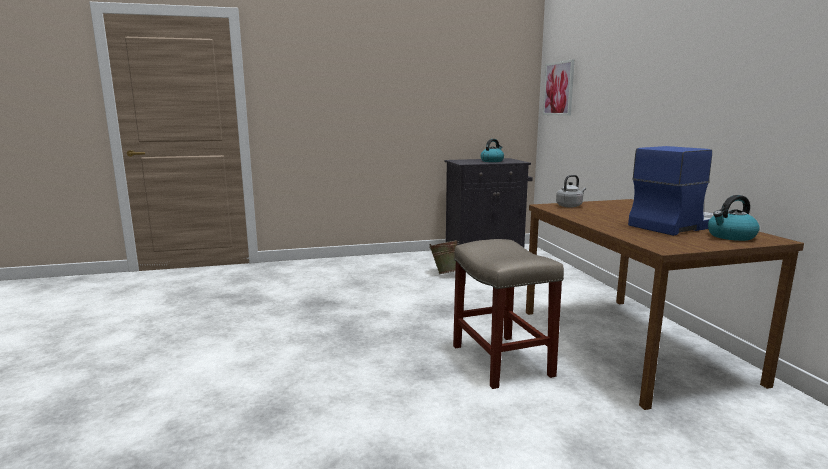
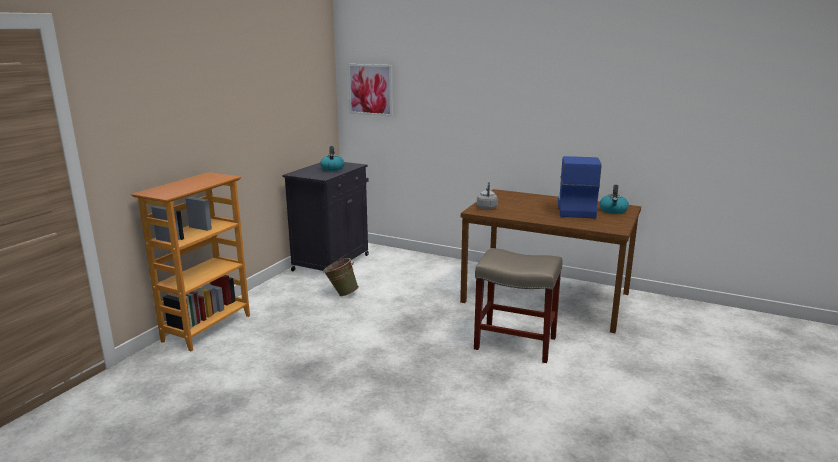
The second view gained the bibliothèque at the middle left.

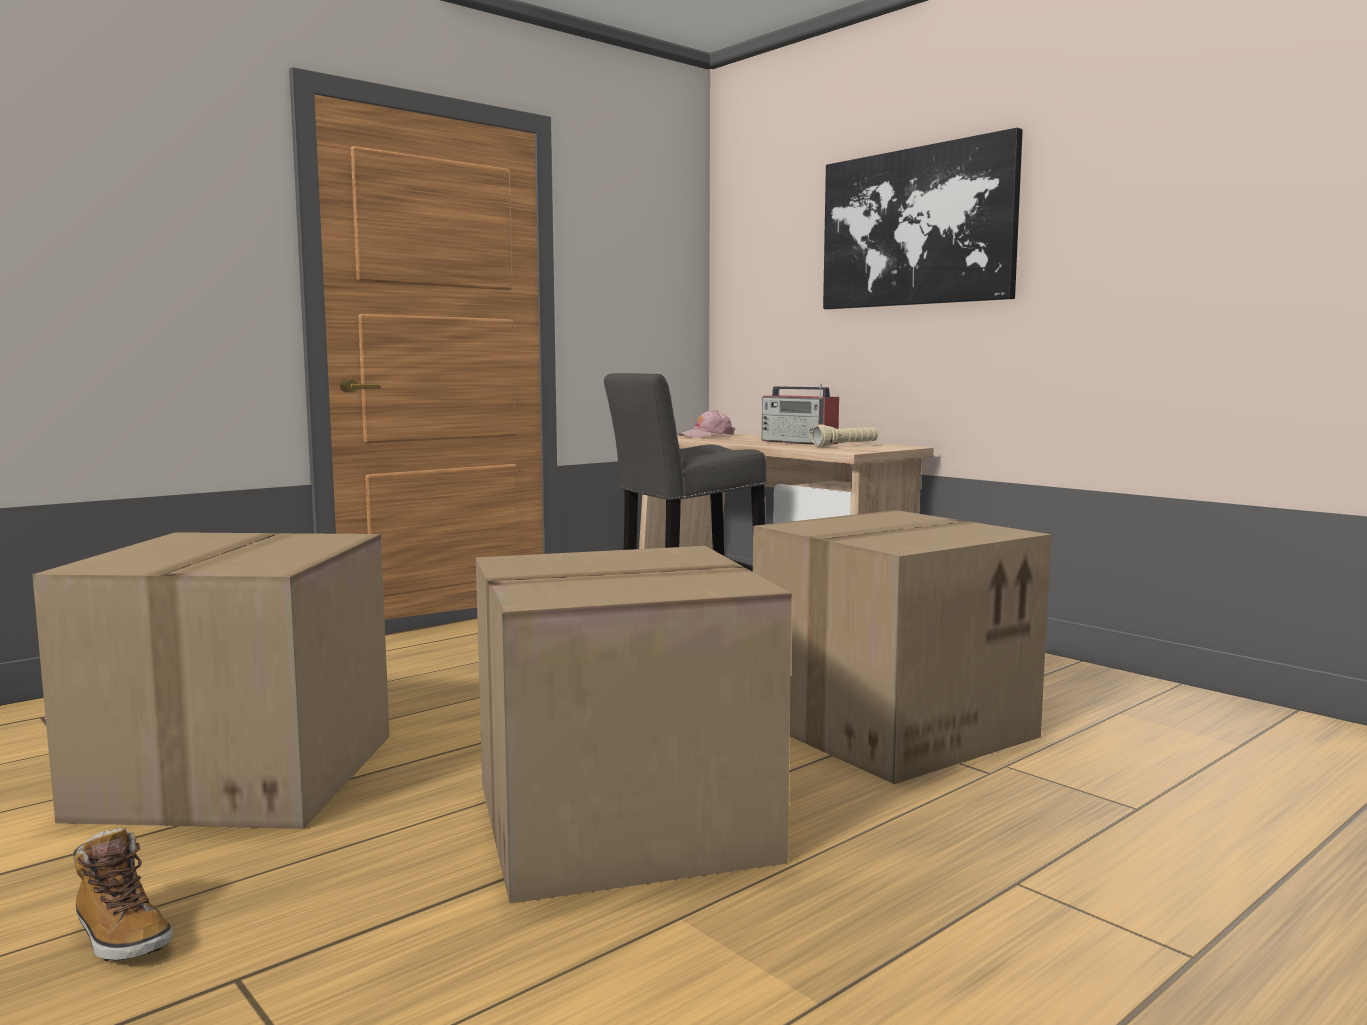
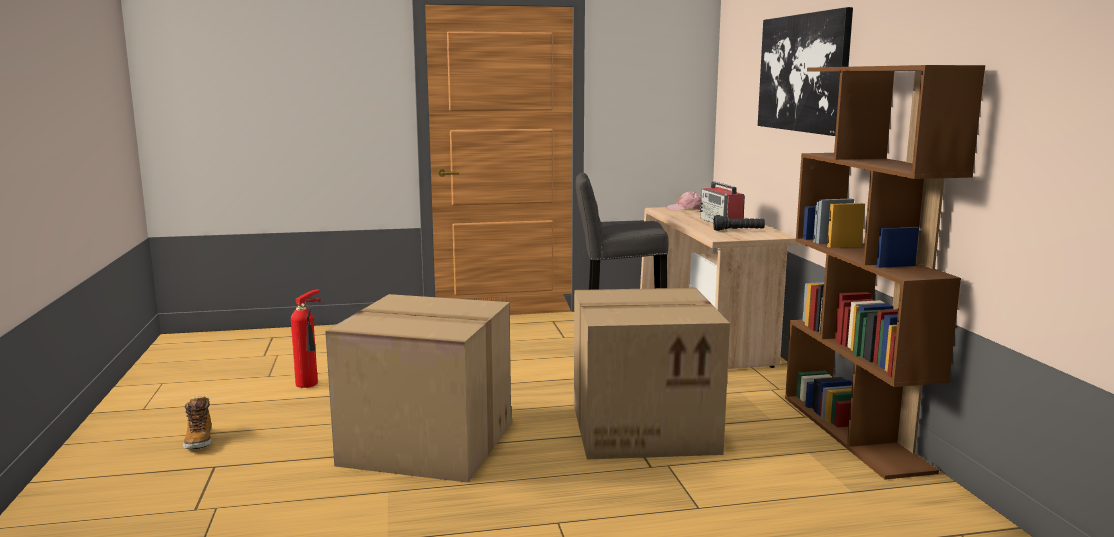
Where the carton (1st from left) stood at the middle left, the extincteur came to stand at the middle left.
What was the lampe de poche (beige) at the centre turned into the lampe de poche (noir) at the centre.
The second view gained the bibliothèque (marron) at the middle right.

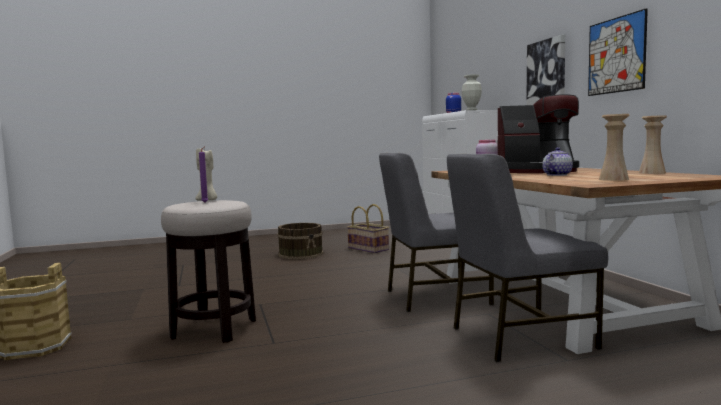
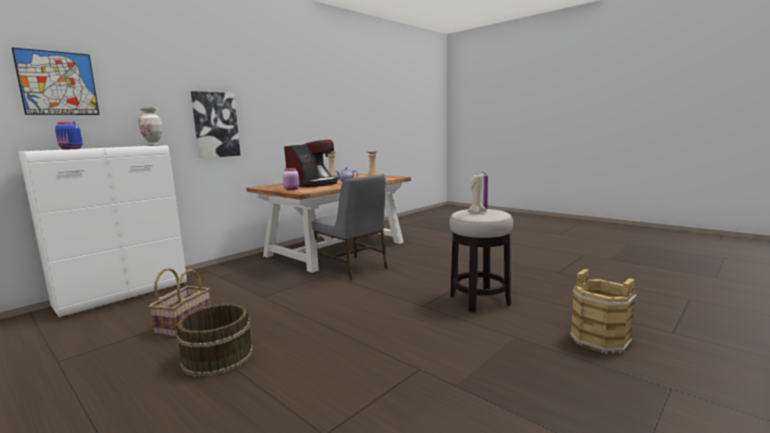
The second view lost the chaise (gris) (2nd from left) at the middle right.
The machine à café at the top right ended up facing another way, 60 degrees clockwise from before.
The tableau (2nd from left in the first image) ended up elsewhere, having gone from the top right to the top left.

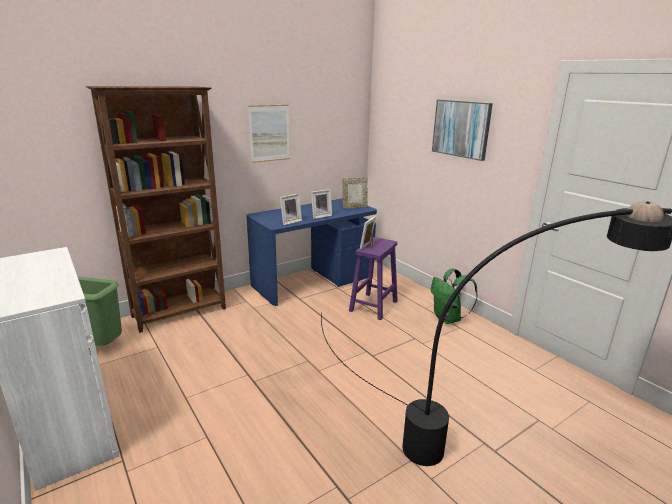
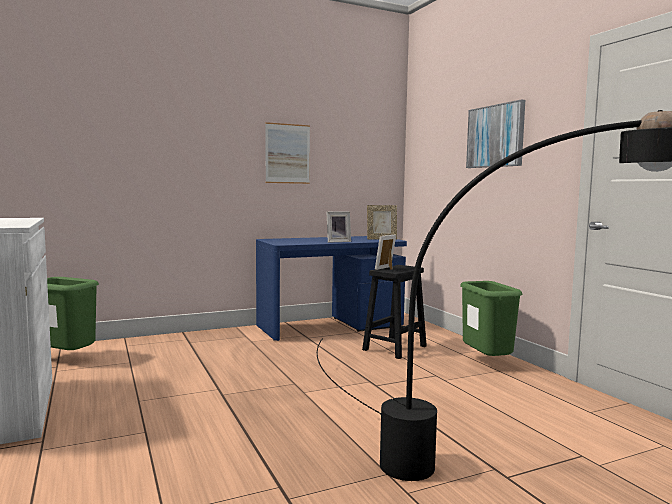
The second view lost the bibliothèque (marron) at the middle left.
The second view lost the cadre photo (1st from left) at the centre.
What was the tabouret (violet) at the centre turned into the tabouret (noir) at the centre.
Where the sac à dos (vert) stood at the middle right, the poubelle (vert) (2nd from left) came to stand at the middle right.

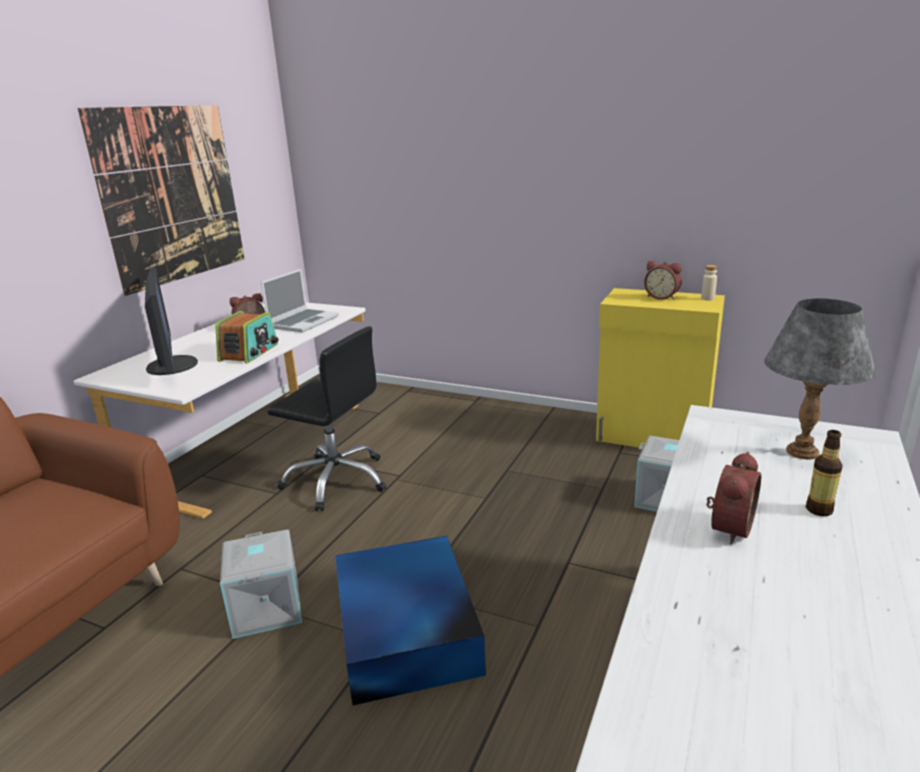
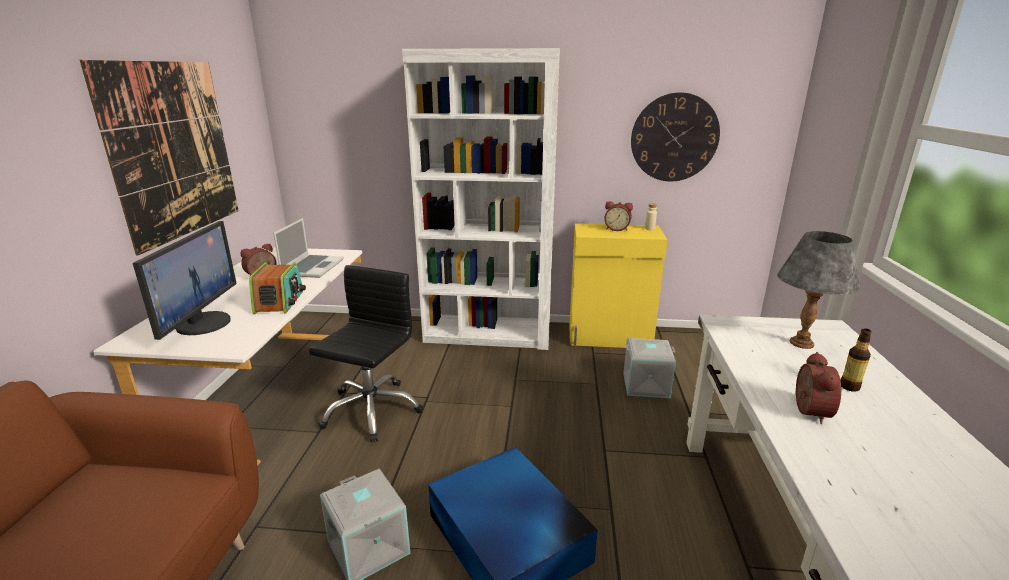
The écran d'ordinateur at the middle left ended up facing another way, 45 degrees clockwise from before.
The chaise de bureau (noir) at the centre ended up facing another way, 75 degrees counterclockwise from before.
The second view gained the bibliothèque (blanc) at the centre.
The second view gained the horloge murale at the top right.

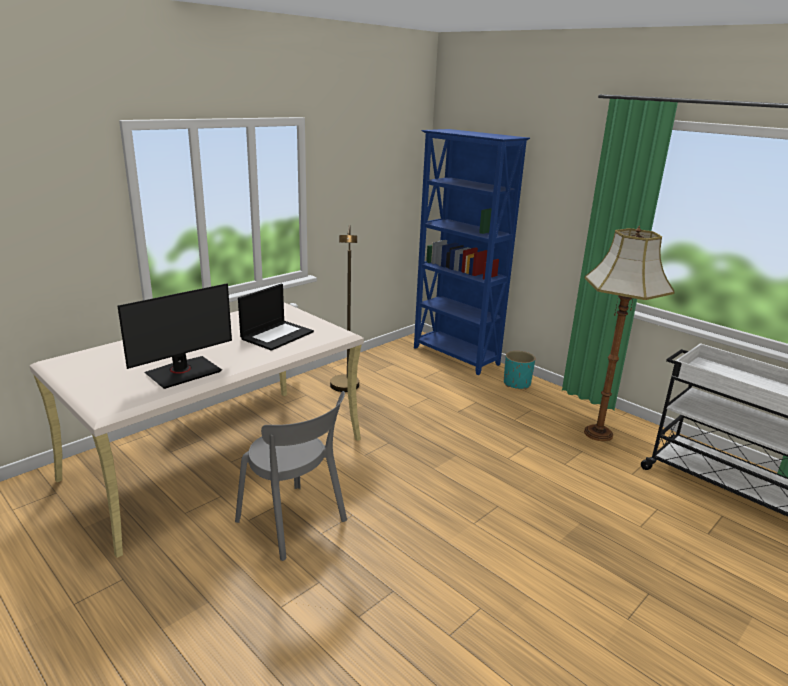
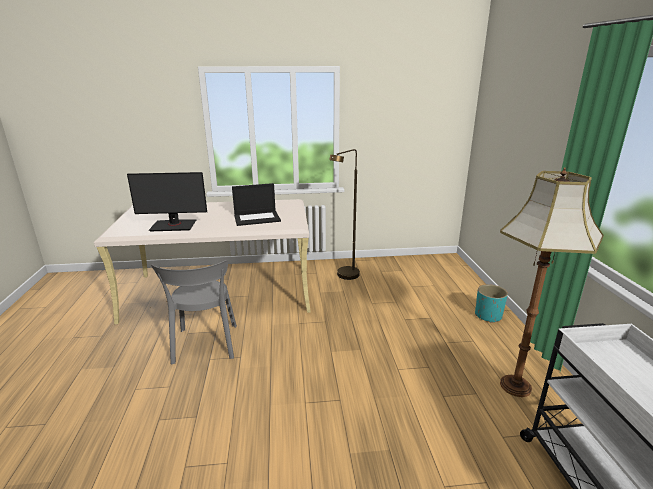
The second view lost the bibliothèque (bleu) at the centre.

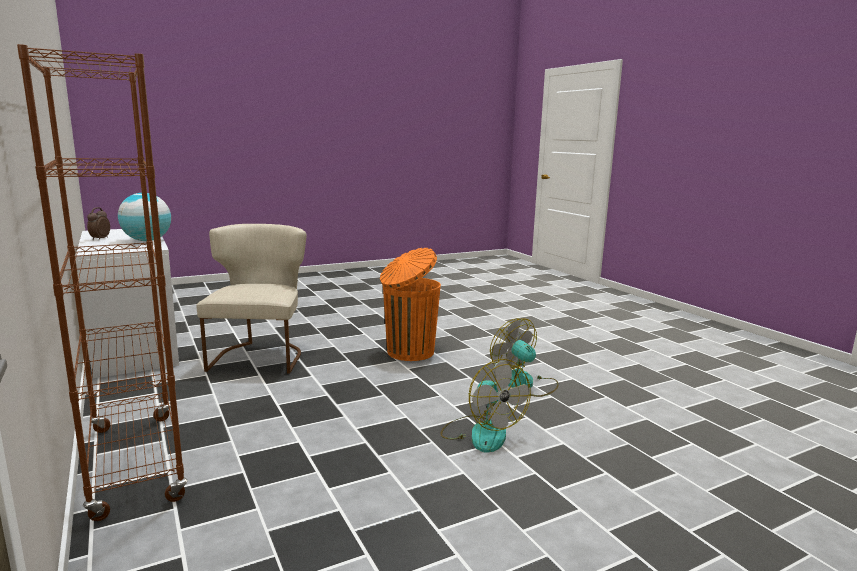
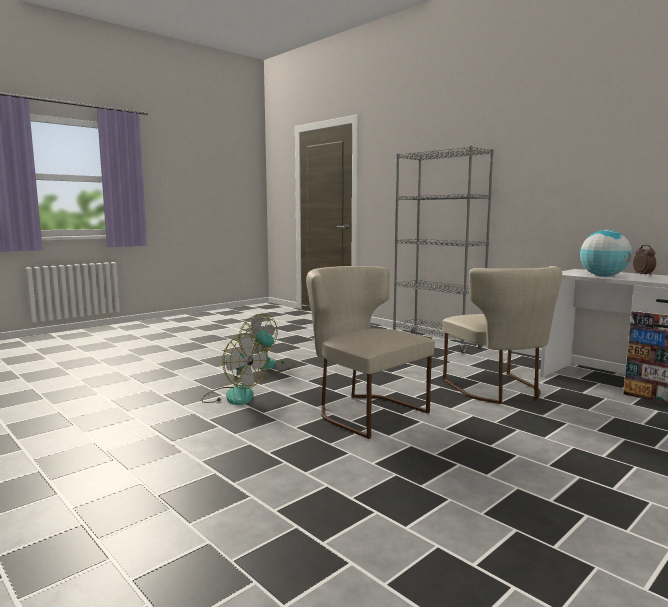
What was the bibliothèque (marron) at the middle left turned into the bibliothèque (gris) at the centre.
Where the poubelle (orange) stood at the centre, the chaise (beige) (1st from left) came to stand at the centre.

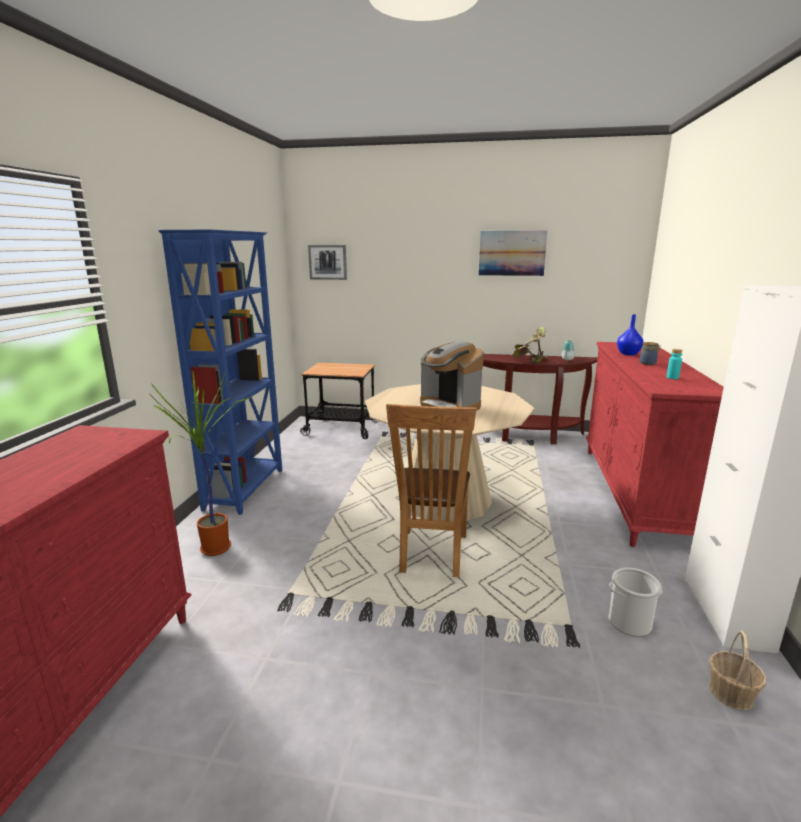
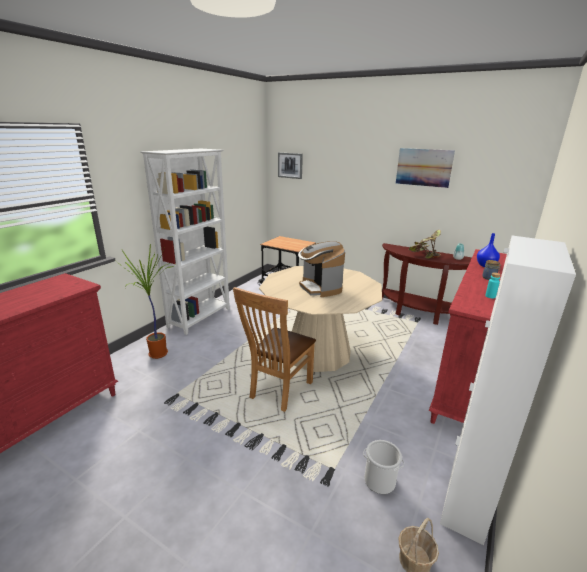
What was the bibliothèque (bleu) at the middle left turned into the bibliothèque (blanc) at the middle left.

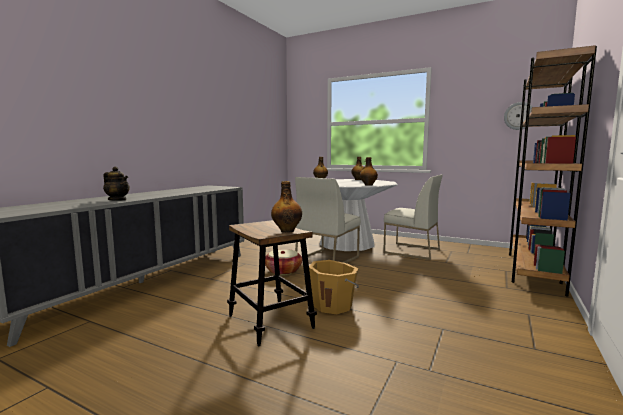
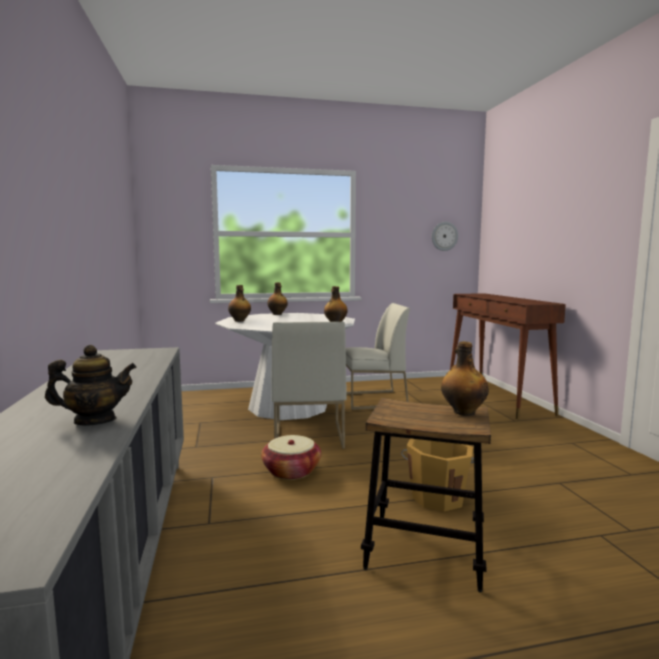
Where the bibliothèque (marron) stood at the middle right, the table console (marron) came to stand at the middle right.

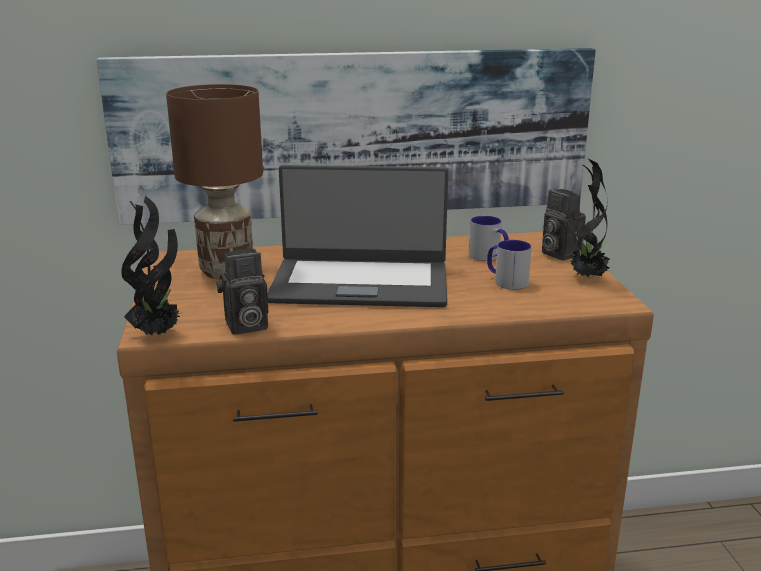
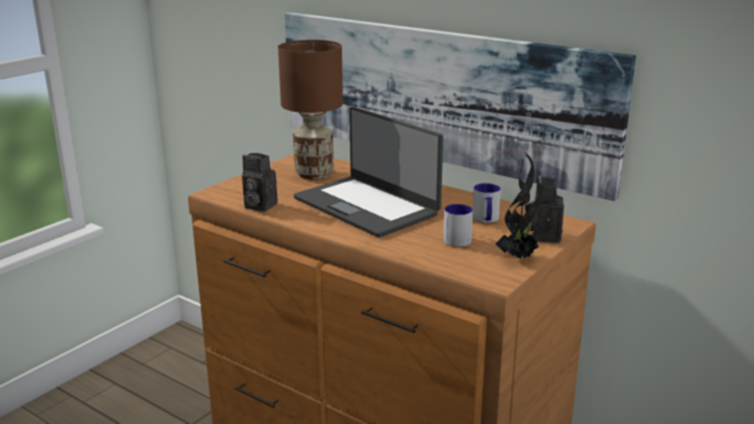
The second view lost the plante en pot (1st from left) at the middle left.

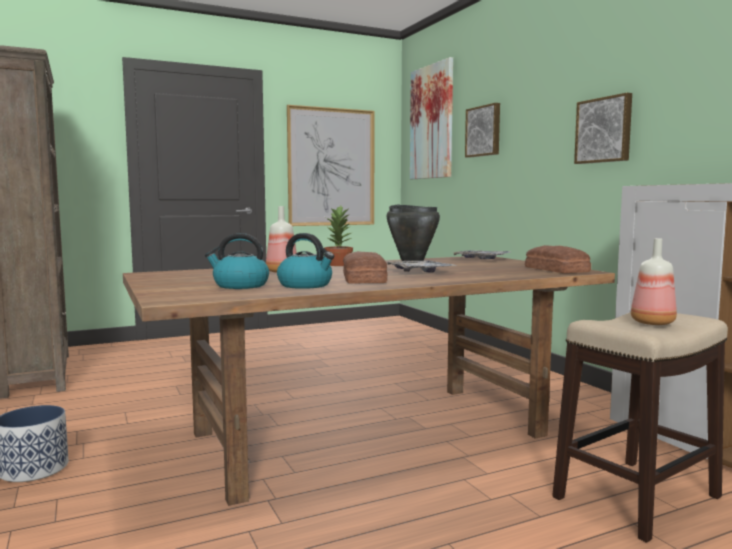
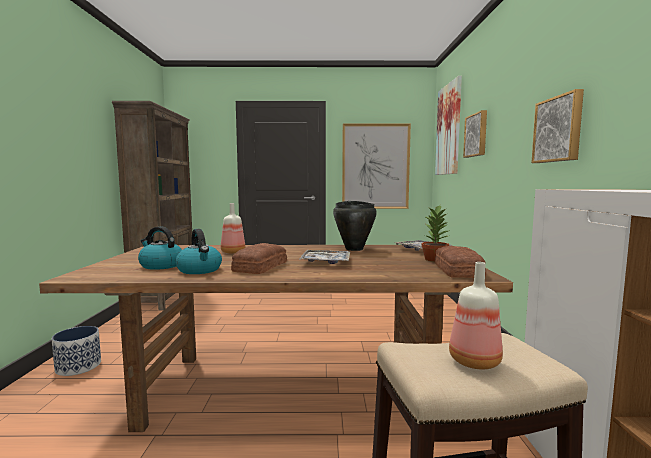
The plante en pot ended up elsewhere, having gone from the centre to the middle right.

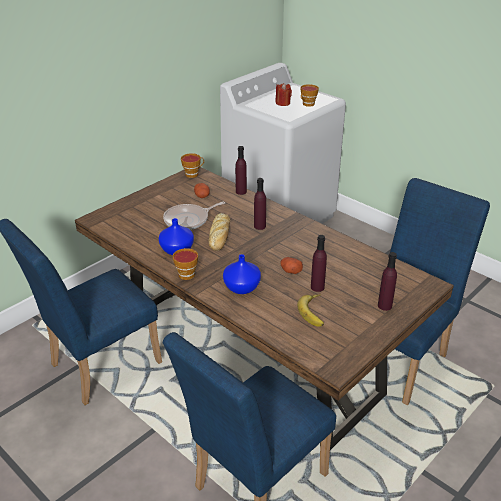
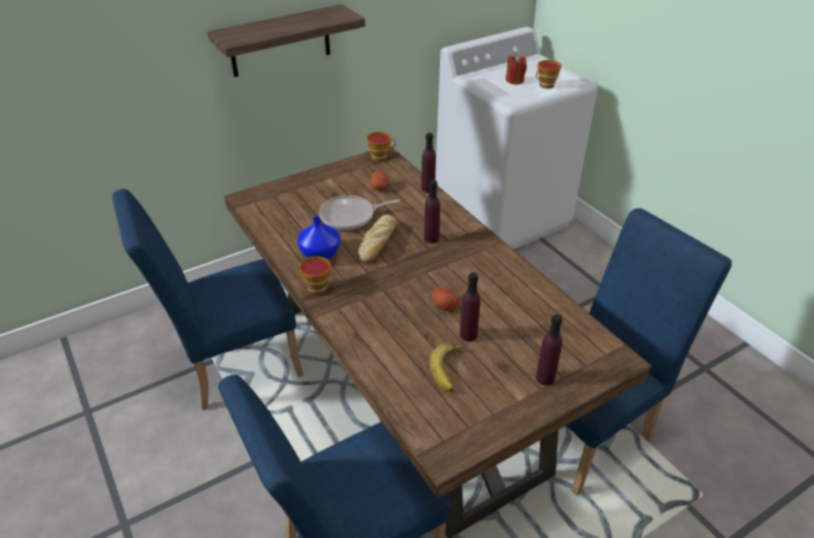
The second view lost the vase (bleu) (2nd from left) at the centre.
The second view gained the étagère at the top centre.

